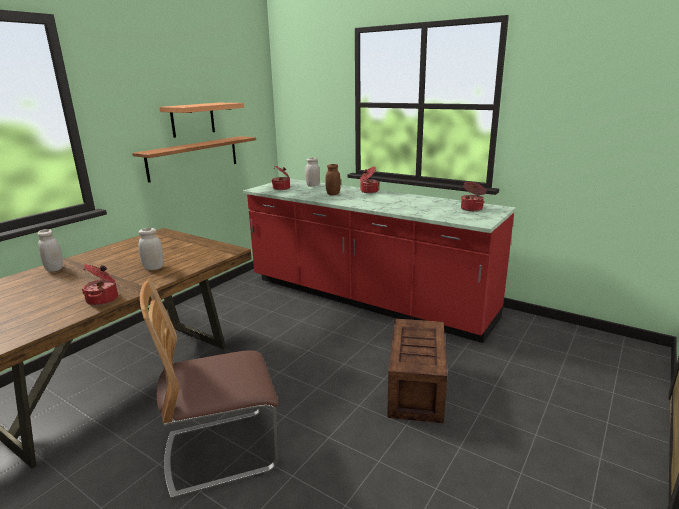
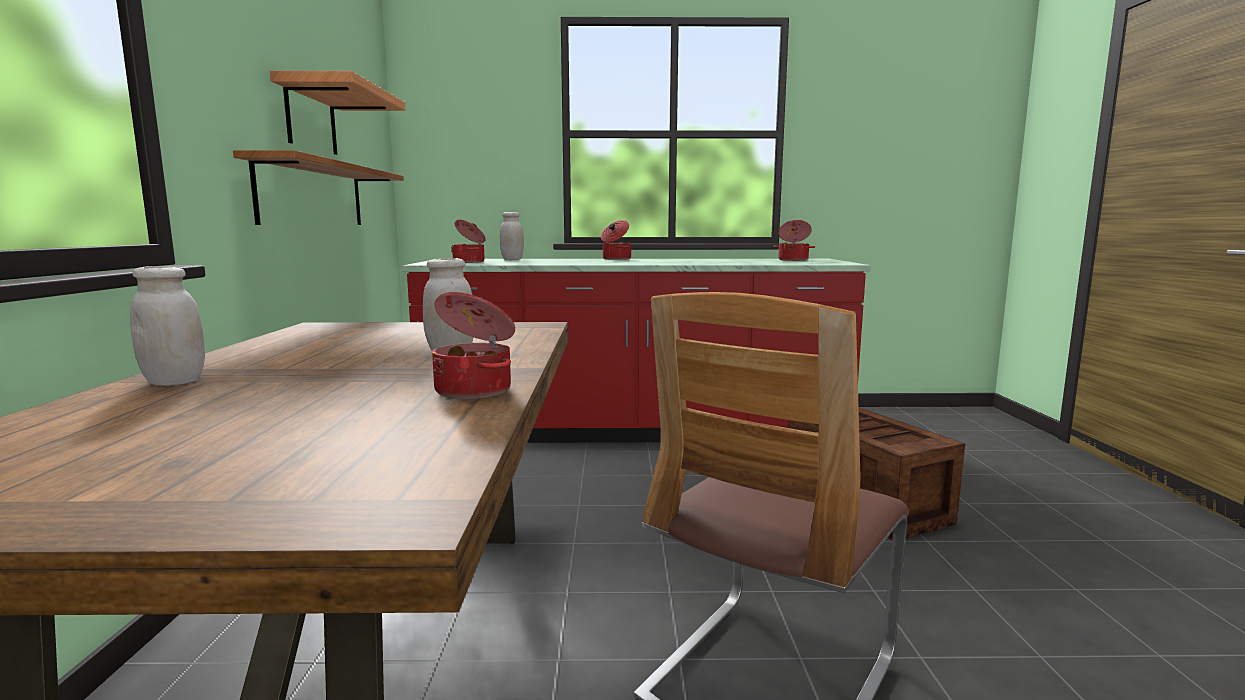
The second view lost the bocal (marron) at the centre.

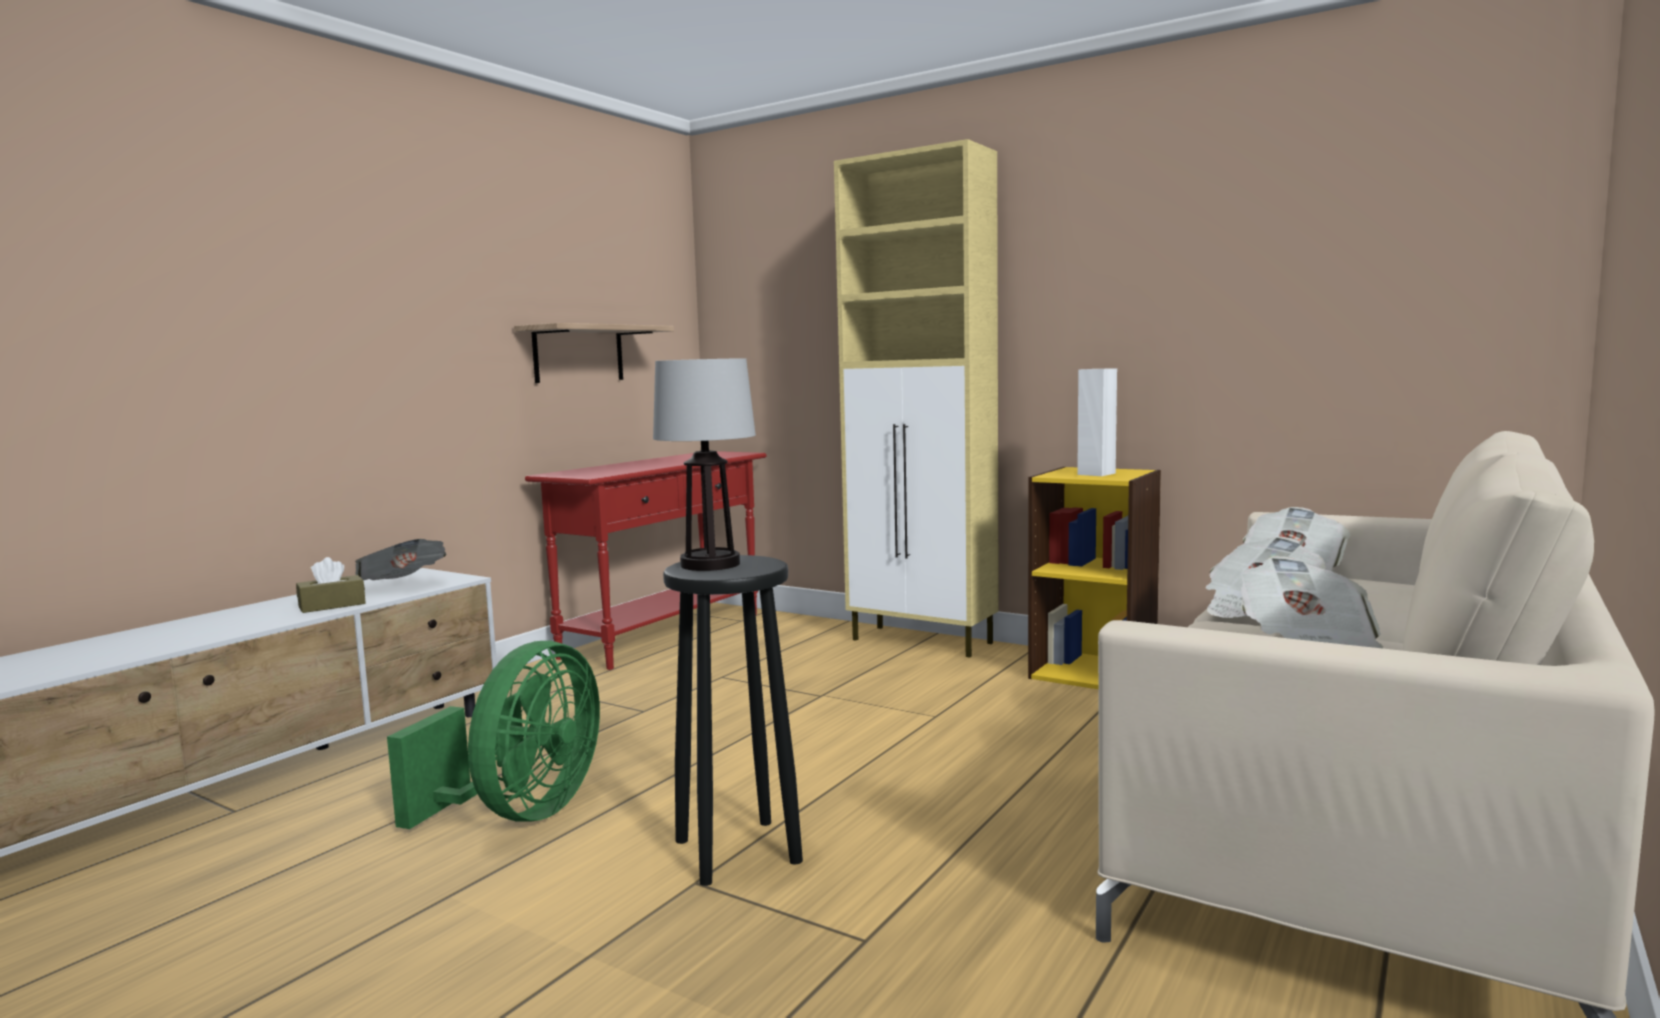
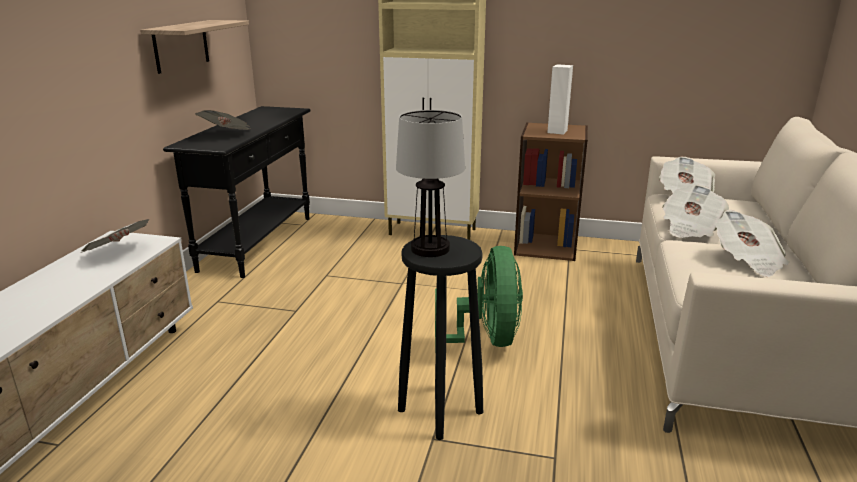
The second view lost the boîte à mouchoirs (marron) at the middle left.
The ventilateur (vert) ended up elsewhere, having gone from the bottom left to the centre.
What was the table console (rouge) at the centre turned into the table console (noir) at the middle left.
What was the bibliothèque (jaune) at the centre turned into the bibliothèque (marron) at the centre.
The second view gained the journal (2nd from left) at the top left.

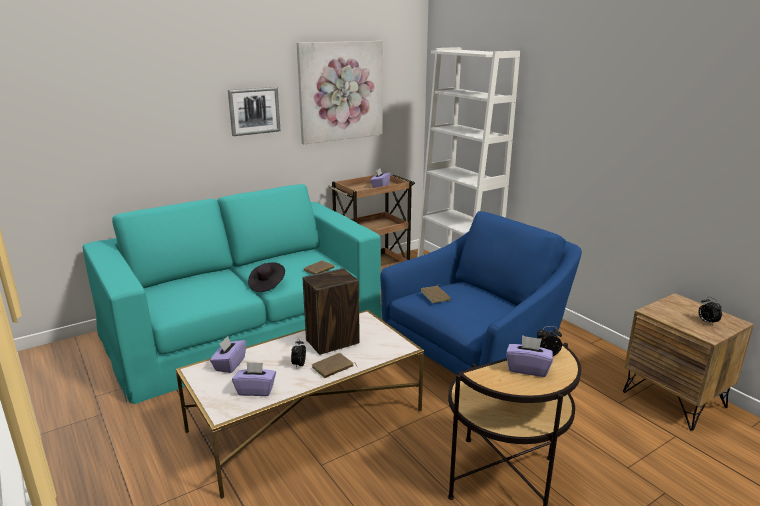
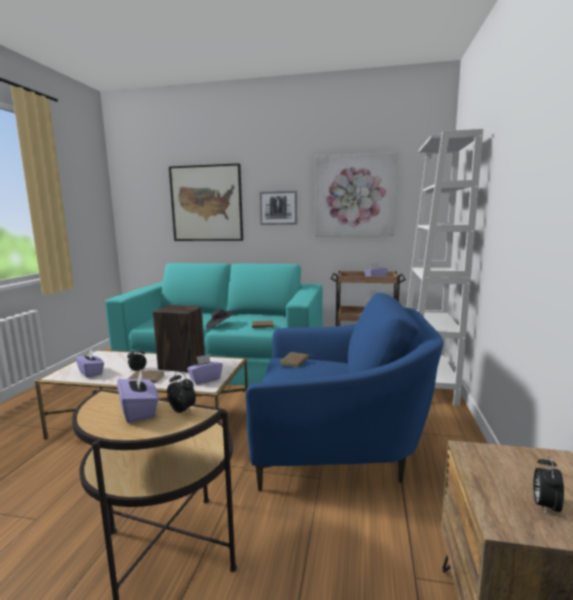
The boîte à mouchoirs (violet) (1st from left in the first image) ended up elsewhere, having gone from the bottom left to the centre.
The second view gained the tableau (1st from left) at the centre.

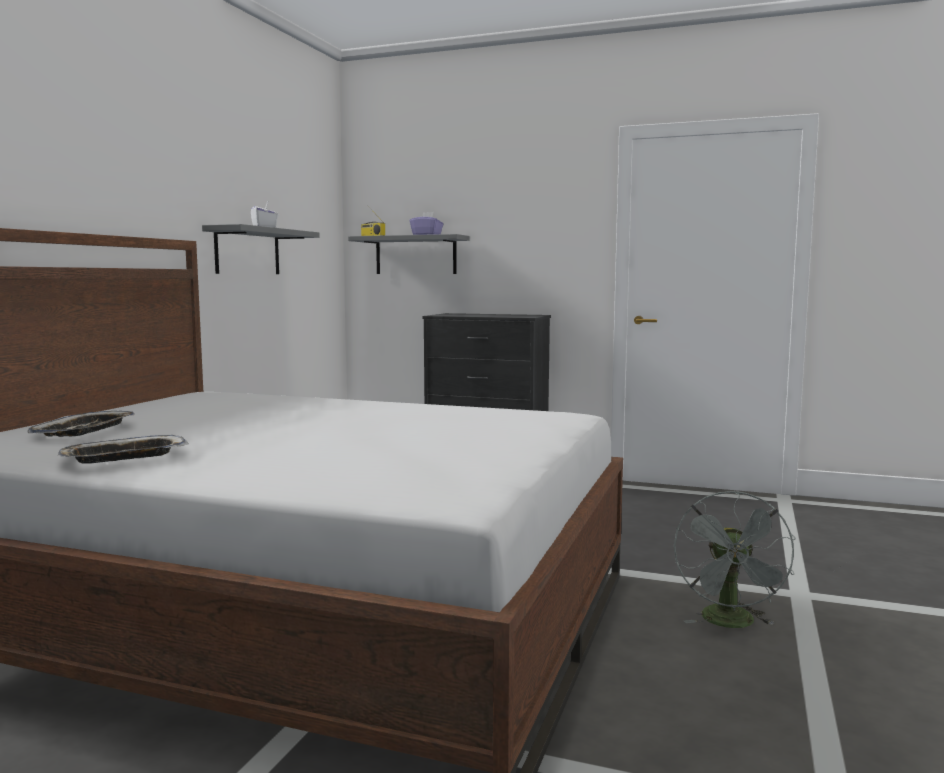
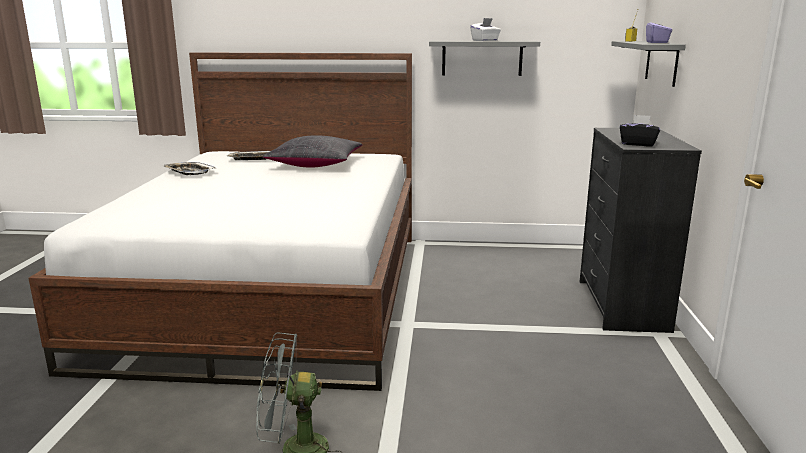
The second view gained the coussin (noir) at the centre.
The second view gained the boîte à mouchoirs (noir) at the top right.

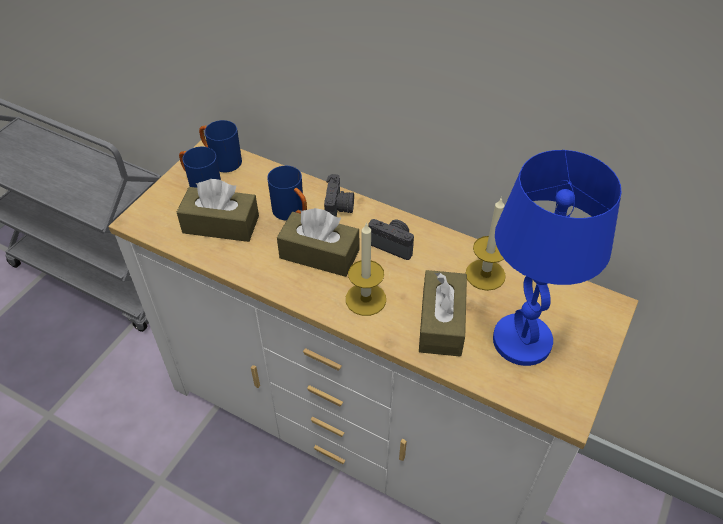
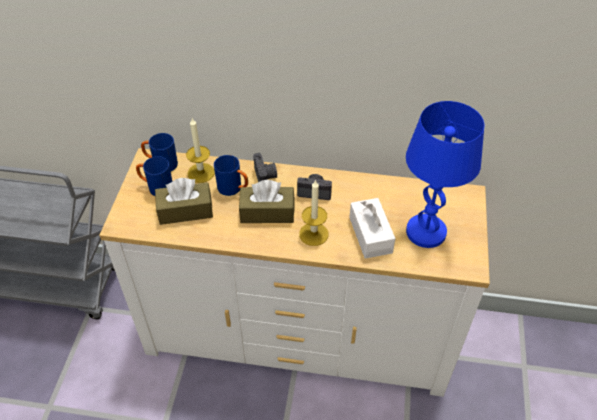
What was the boîte à mouchoirs (marron) (3rd from left) at the centre turned into the boîte à mouchoirs (blanc) at the centre.
The bougie (2nd from left in the first image) ended up elsewhere, having gone from the middle right to the centre.

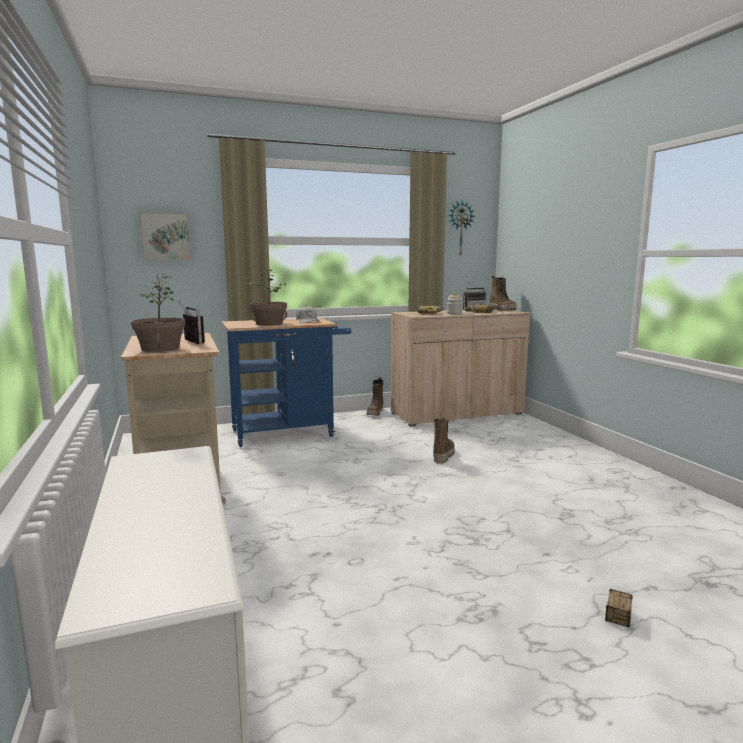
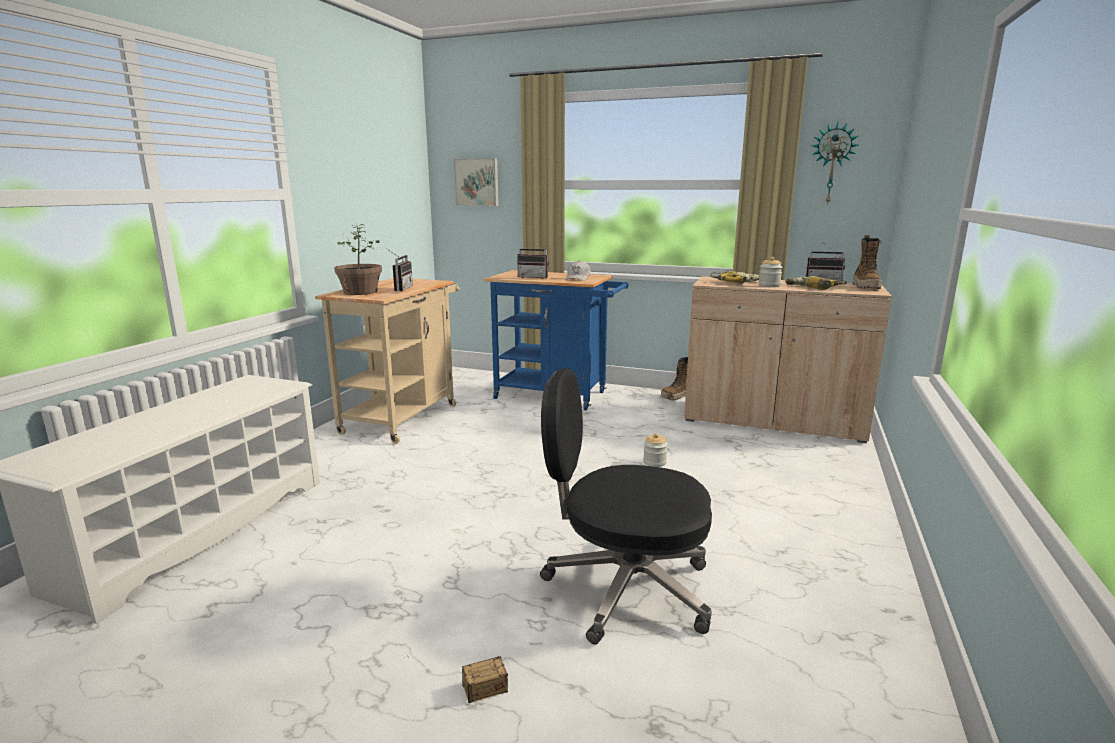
Where the plante en pot (2nd from left) stood at the centre, the radio (2nd from left) came to stand at the centre.
Where the botte (2nd from left) stood at the centre, the bocal (1st from left) came to stand at the centre.
The second view gained the chaise de bureau (noir) at the bottom centre.

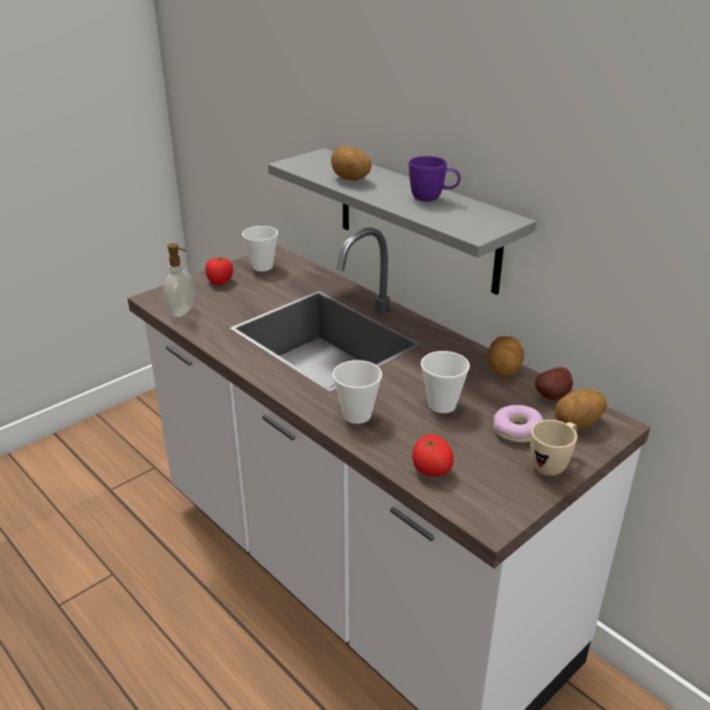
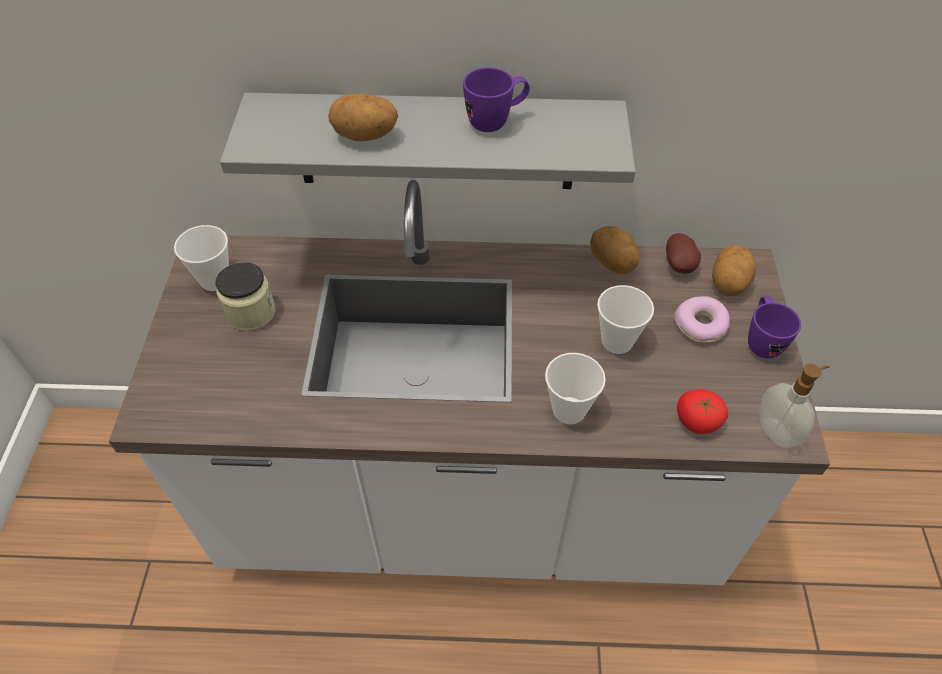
The distributeur de savon ended up elsewhere, having gone from the middle left to the middle right.
The second view lost the tomate (1st from left) at the middle left.
What was the mug (beige) at the middle right turned into the mug (violet) (2nd from left) at the middle right.
The second view gained the bocal at the middle left.

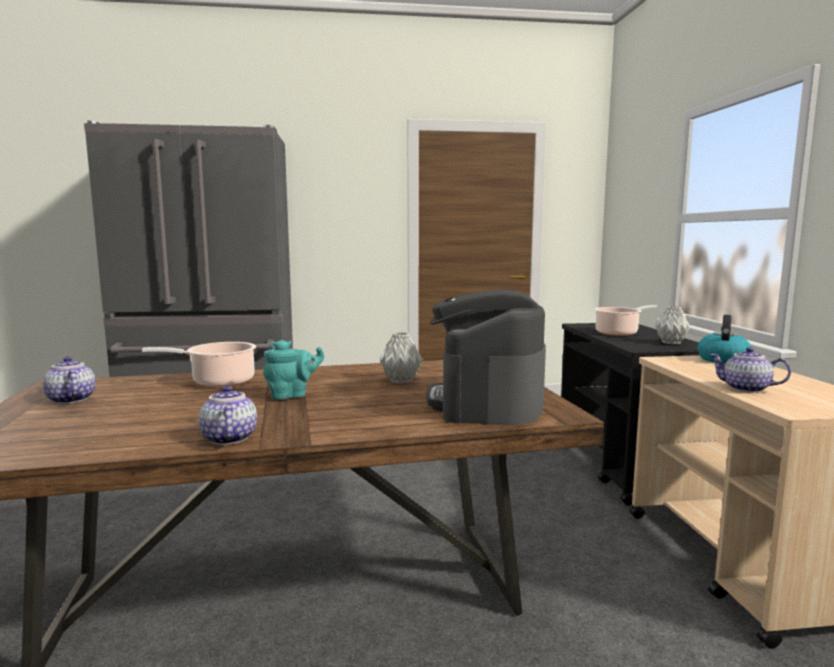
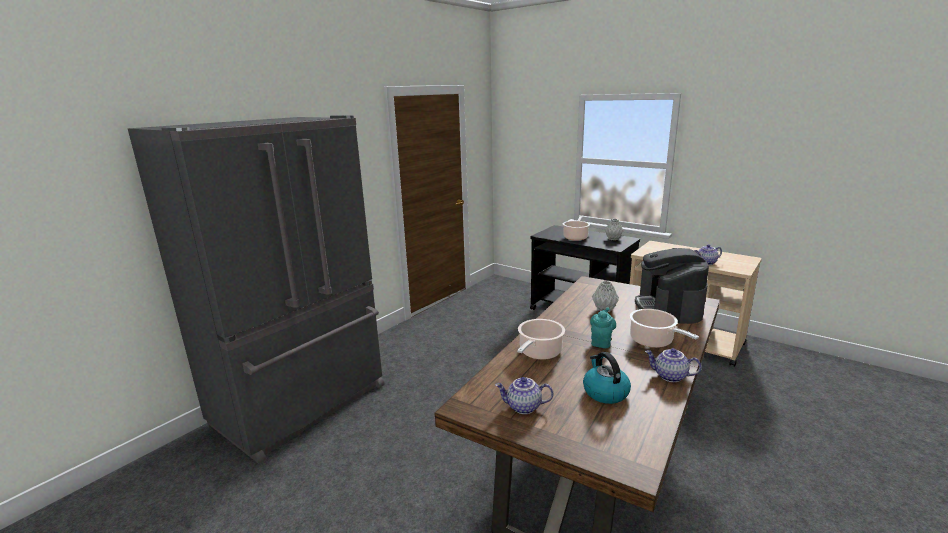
The machine à café at the centre ended up facing another way, 45 degrees clockwise from before.
The bouilloire ended up elsewhere, having gone from the middle right to the bottom centre.
The second view gained the marmite (3rd from left) at the middle right.

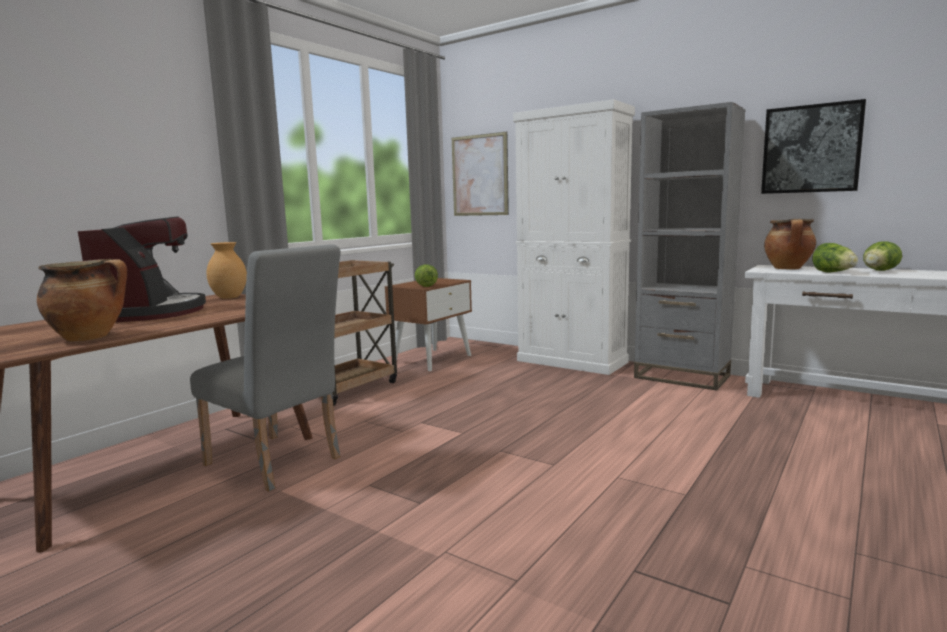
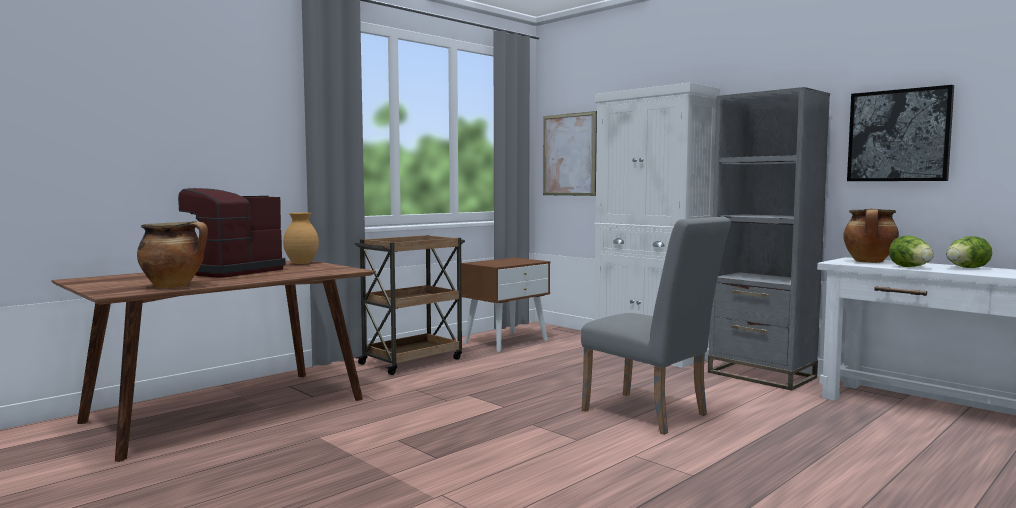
The machine à café at the middle left ended up facing another way, 150 degrees counterclockwise from before.
The chaise (gris) ended up elsewhere, having gone from the middle left to the centre.
The second view lost the laitue (1st from left) at the centre.

